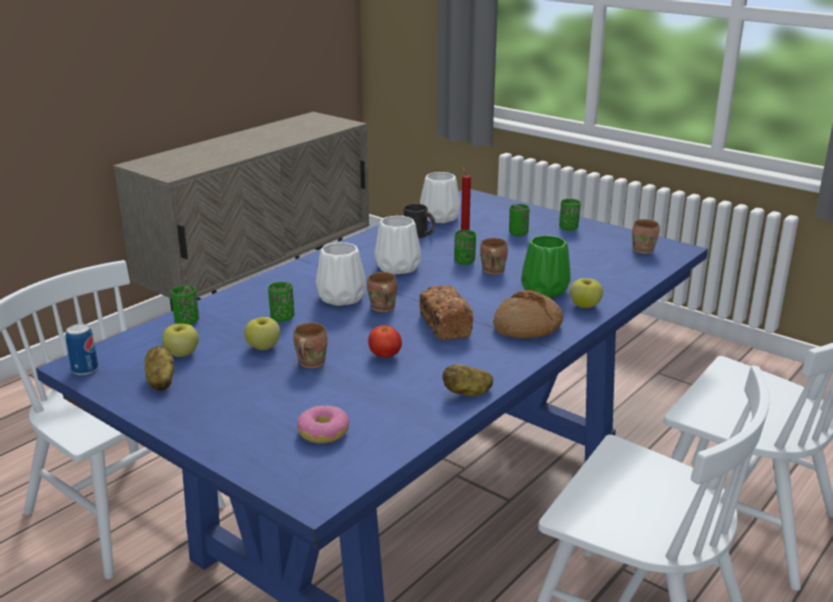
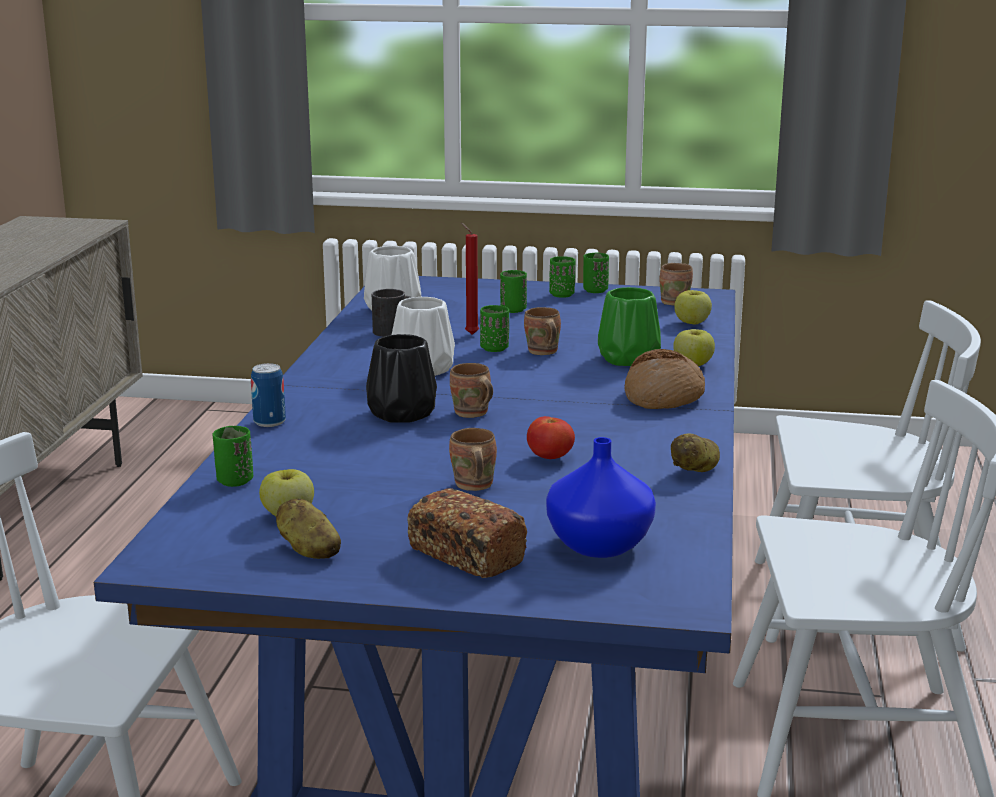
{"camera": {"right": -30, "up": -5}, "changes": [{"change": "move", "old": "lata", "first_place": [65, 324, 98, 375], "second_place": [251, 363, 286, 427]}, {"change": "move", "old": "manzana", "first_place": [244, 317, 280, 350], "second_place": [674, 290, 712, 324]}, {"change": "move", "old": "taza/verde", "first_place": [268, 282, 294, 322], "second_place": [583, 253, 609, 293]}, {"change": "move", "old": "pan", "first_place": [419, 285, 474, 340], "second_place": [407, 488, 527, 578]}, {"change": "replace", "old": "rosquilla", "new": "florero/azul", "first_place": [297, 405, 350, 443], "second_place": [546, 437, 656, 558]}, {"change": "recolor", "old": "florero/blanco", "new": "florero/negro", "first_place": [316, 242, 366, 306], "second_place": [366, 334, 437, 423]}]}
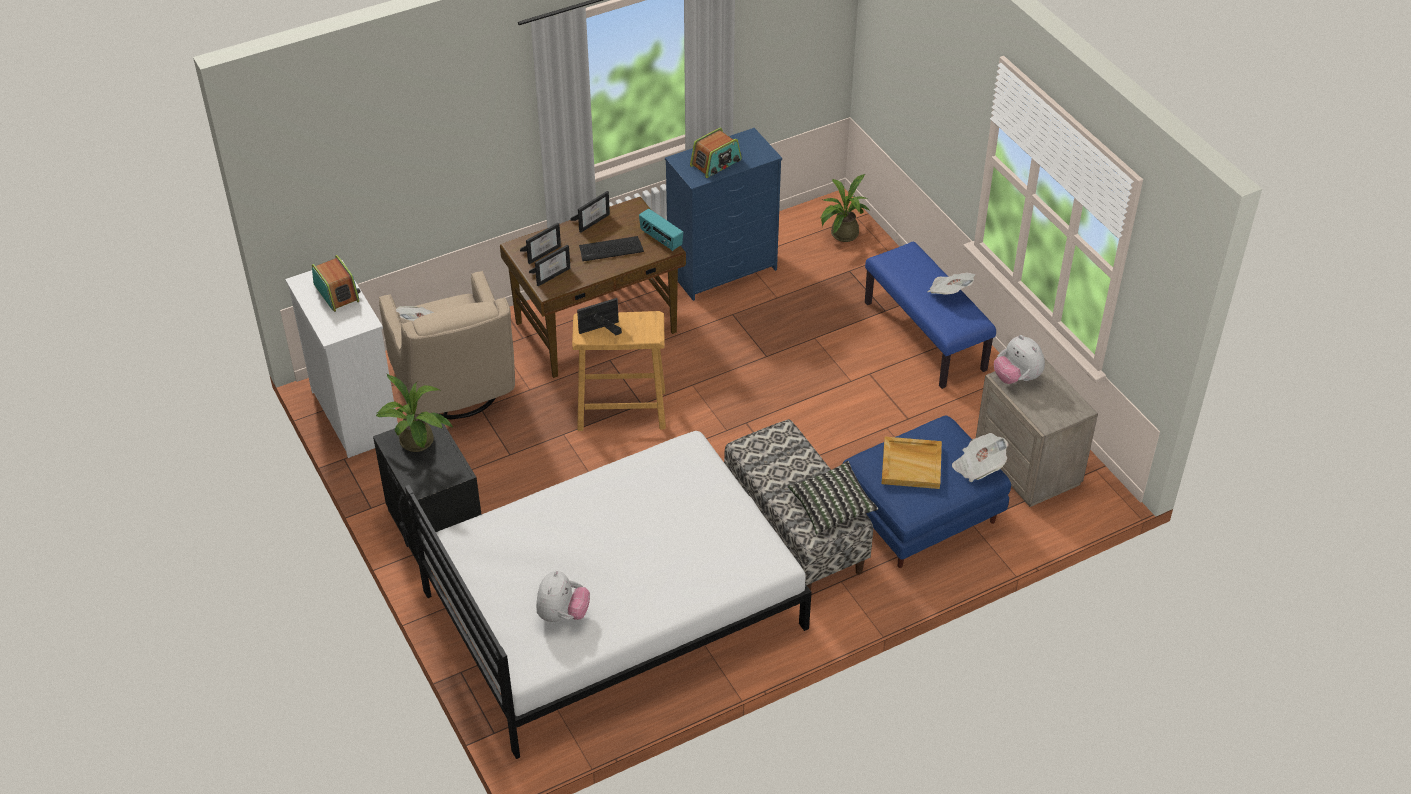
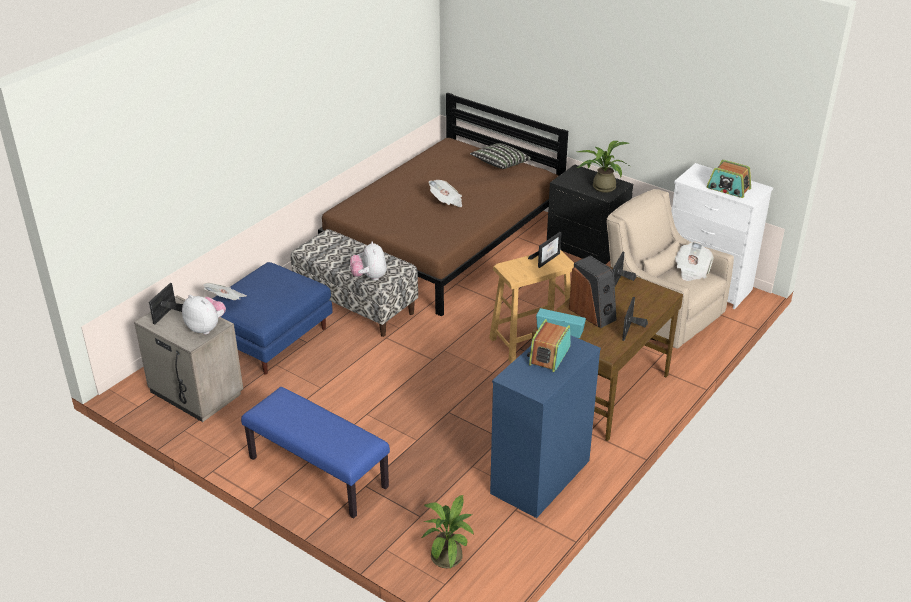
{"camera": {"right": 155, "up": -10}, "changes": [{"change": "delete", "old": "bandeja/beis", "first_place": [881, 437, 942, 489]}, {"change": "move", "old": "portarretratos", "first_place": [520, 223, 561, 264], "second_place": [149, 283, 183, 324]}, {"change": "move", "old": "peluche", "first_place": [536, 570, 590, 622], "second_place": [350, 241, 387, 281]}, {"change": "move", "old": "cojín", "first_place": [788, 461, 878, 534], "second_place": [470, 143, 531, 169]}, {"change": "move", "old": "periódico", "first_place": [927, 272, 976, 295], "second_place": [428, 180, 462, 207]}, {"change": "replace", "old": "teclado", "new": "altavoz", "first_place": [579, 236, 644, 261], "second_place": [569, 256, 617, 328]}, {"change": "recolor", "old": "cama/blanco", "new": "cama/marrón", "first_place": [405, 431, 811, 759], "second_place": [318, 93, 568, 317]}]}
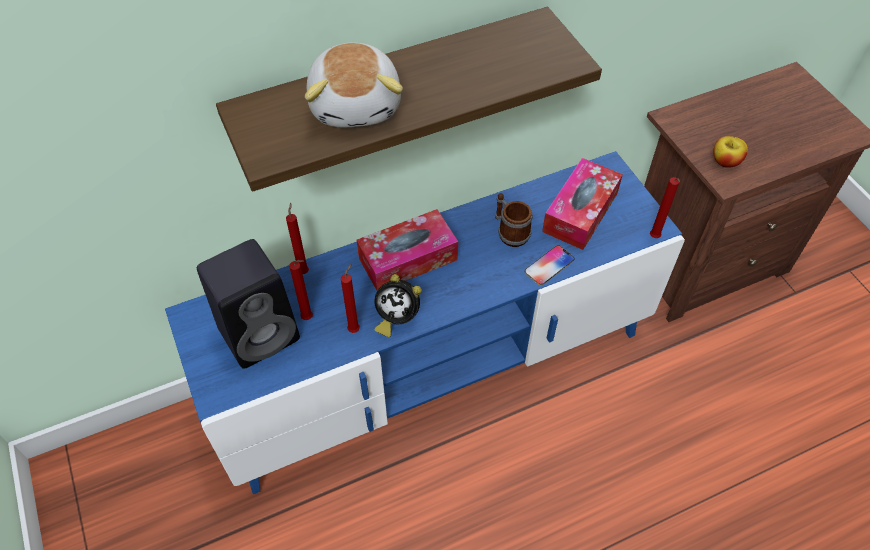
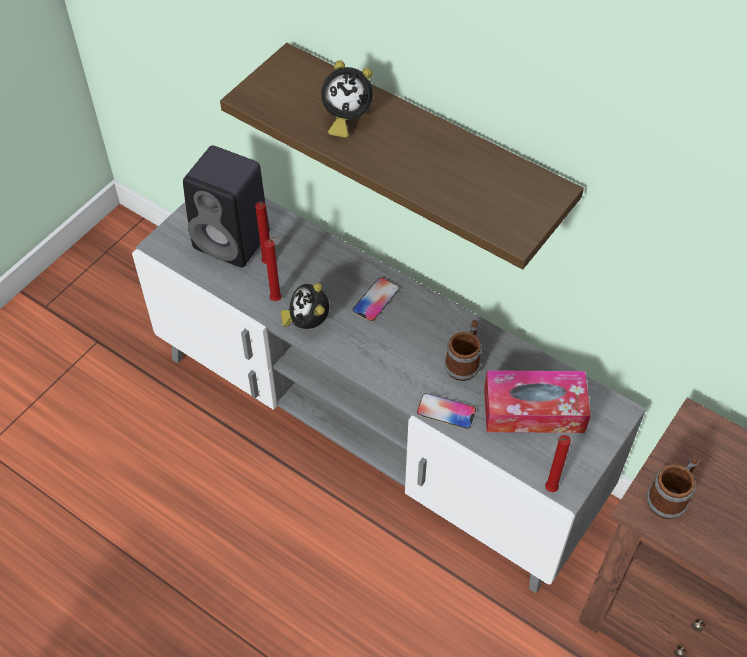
{"camera": {"right": 60, "up": 0}, "changes": [{"change": "delete", "old": "vela/rojo", "first_place": [286, 203, 309, 274]}, {"change": "replace", "old": "peluche", "new": "despertador", "first_place": [305, 43, 403, 128], "second_place": [321, 60, 373, 138]}, {"change": "replace", "old": "caja de pañuelos", "new": "móvil", "first_place": [357, 209, 458, 291], "second_place": [353, 278, 399, 322]}, {"change": "replace", "old": "manzana", "new": "taza grande", "first_place": [713, 136, 748, 168], "second_place": [647, 455, 699, 519]}, {"change": "recolor", "old": "mueble de televisión/azul", "new": "mueble de televisión/gris", "first_place": [165, 151, 685, 494], "second_place": [132, 198, 646, 593]}]}
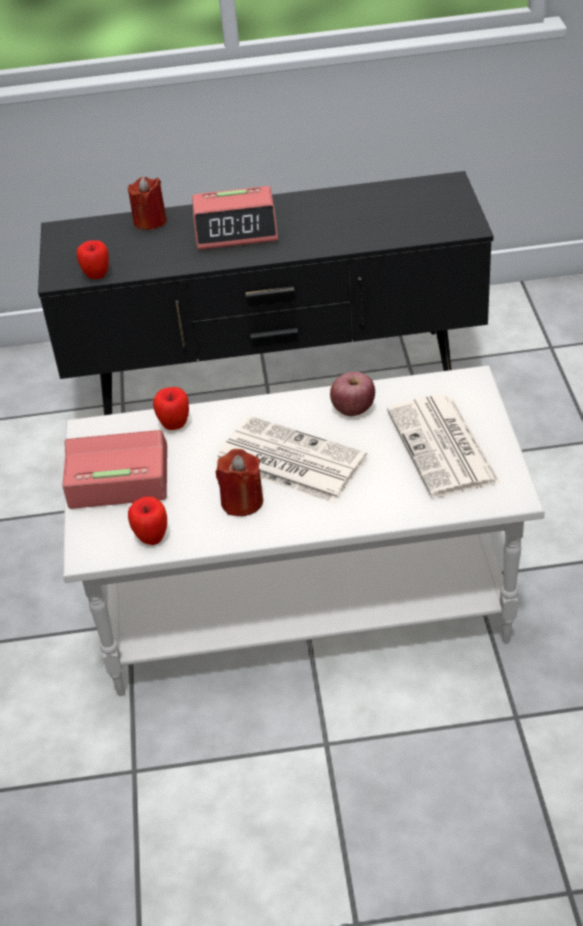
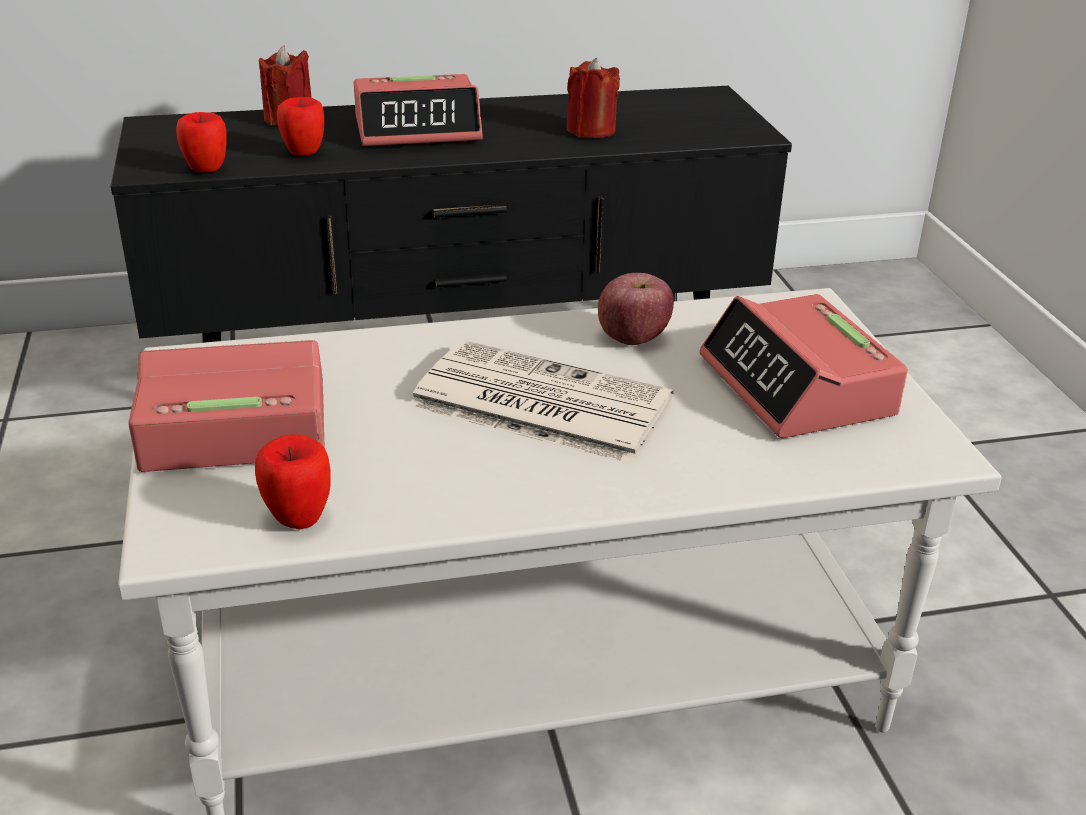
{"camera": {"right": -10, "up": -10}, "changes": [{"change": "move", "old": "manzana", "first_place": [153, 387, 189, 430], "second_place": [277, 97, 324, 156]}, {"change": "move", "old": "vela/rojo", "first_place": [216, 449, 263, 516], "second_place": [566, 58, 620, 138]}, {"change": "replace", "old": "periódico", "new": "despertador", "first_place": [387, 394, 501, 498], "second_place": [700, 294, 908, 438]}]}
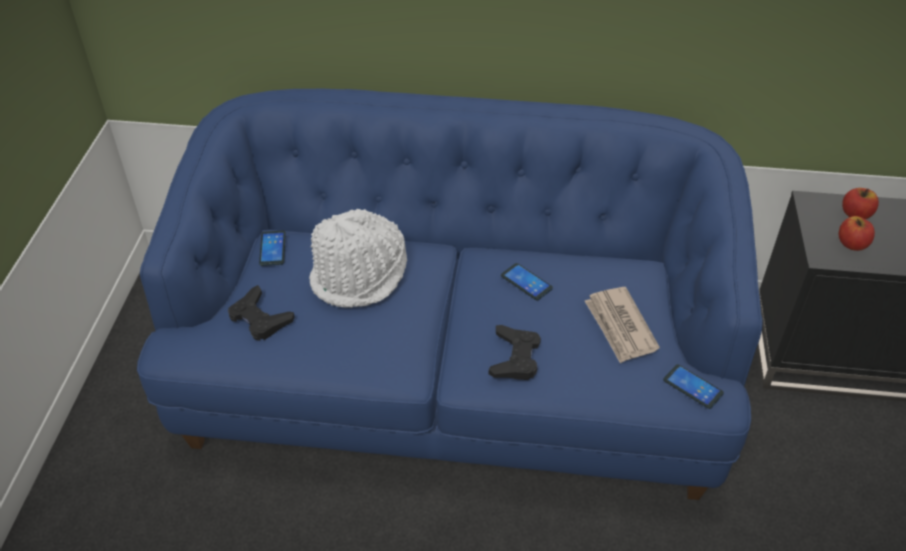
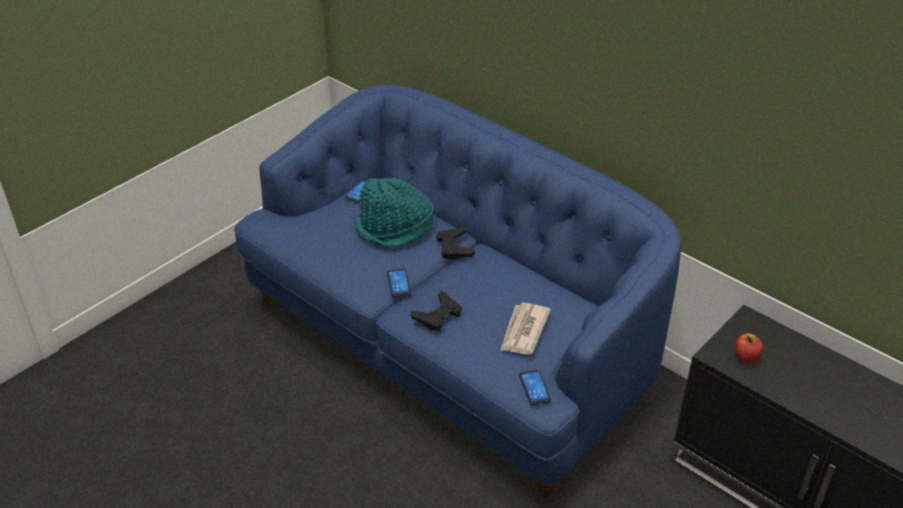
{"camera": {"right": 35, "up": -5}, "changes": [{"change": "delete", "old": "manzana", "first_place": [842, 188, 879, 219]}, {"change": "move", "old": "mando de consola/negro", "first_place": [228, 285, 295, 341], "second_place": [436, 226, 475, 260]}, {"change": "move", "old": "móvil", "first_place": [501, 263, 553, 301], "second_place": [387, 269, 411, 297]}, {"change": "recolor", "old": "sombrero/blanco", "new": "sombrero/turquesa", "first_place": [309, 209, 407, 308], "second_place": [355, 178, 434, 247]}]}
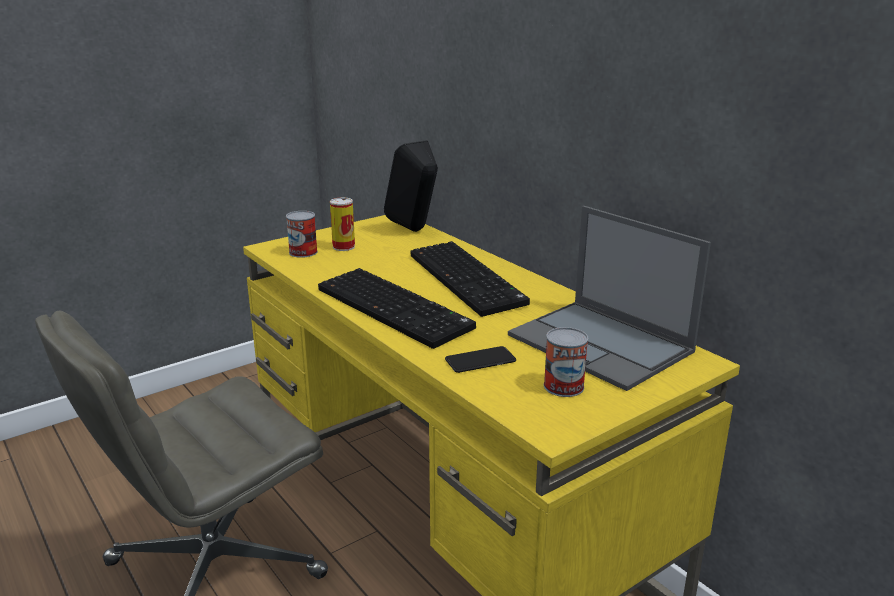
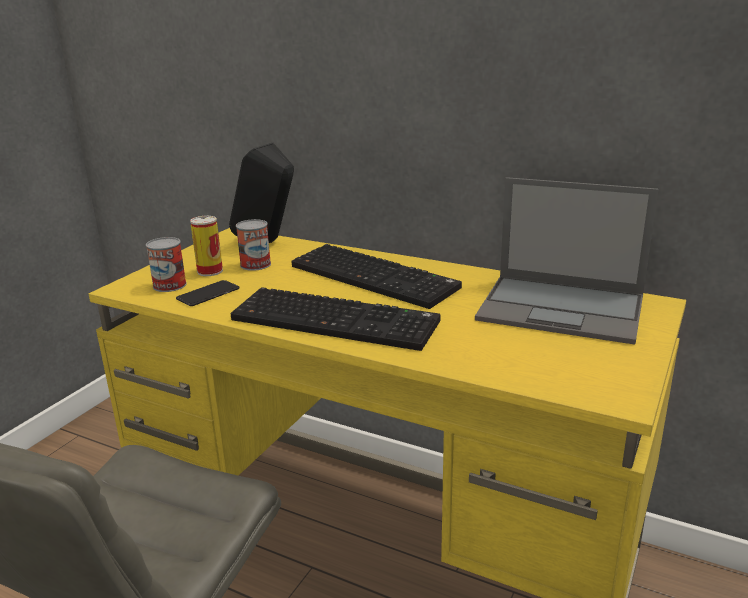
{"camera": {"right": -25, "up": 0}, "changes": [{"change": "move", "old": "móvil", "first_place": [445, 346, 516, 373], "second_place": [176, 280, 239, 306]}, {"change": "move", "old": "lata", "first_place": [544, 327, 588, 397], "second_place": [236, 219, 271, 271]}]}
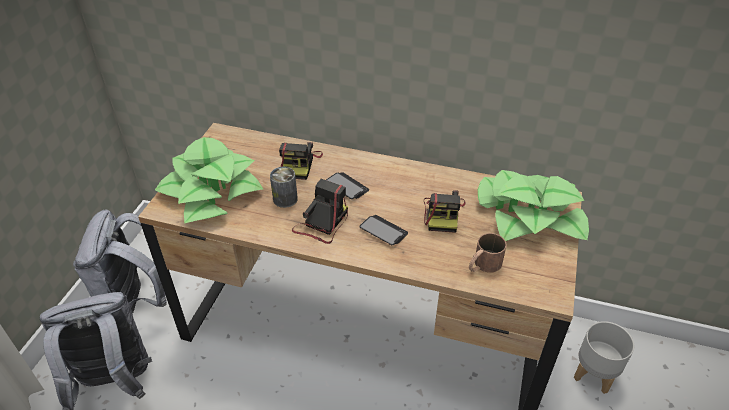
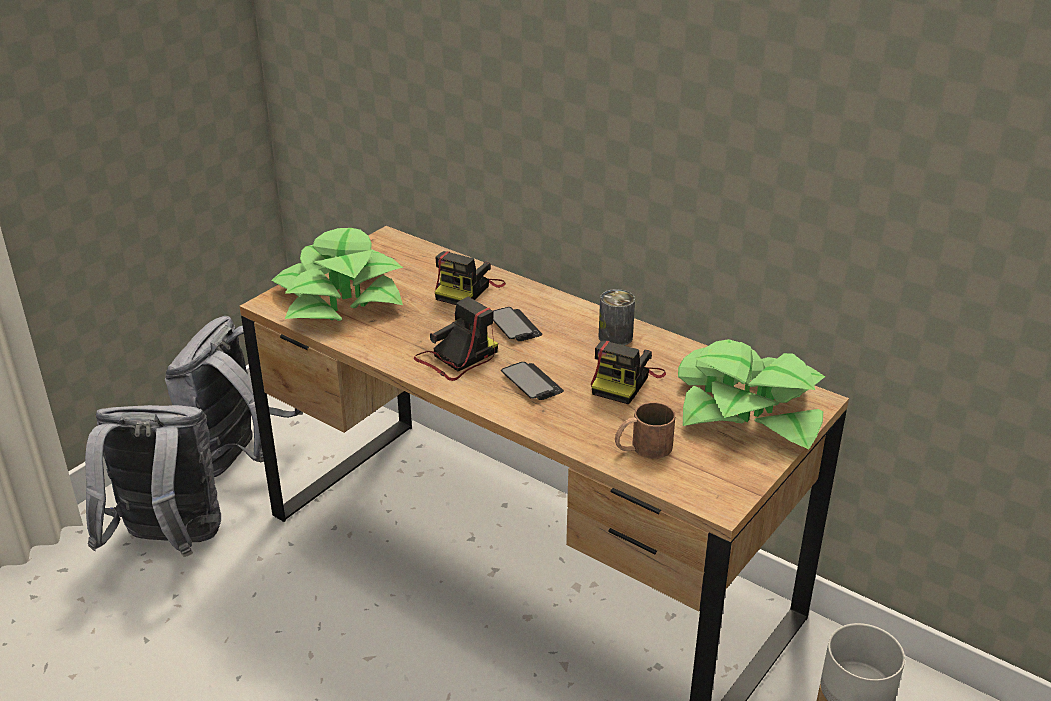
{"camera": {"right": 20, "up": -10}, "changes": [{"change": "move", "old": "lata", "first_place": [270, 167, 298, 208], "second_place": [599, 289, 635, 346]}]}
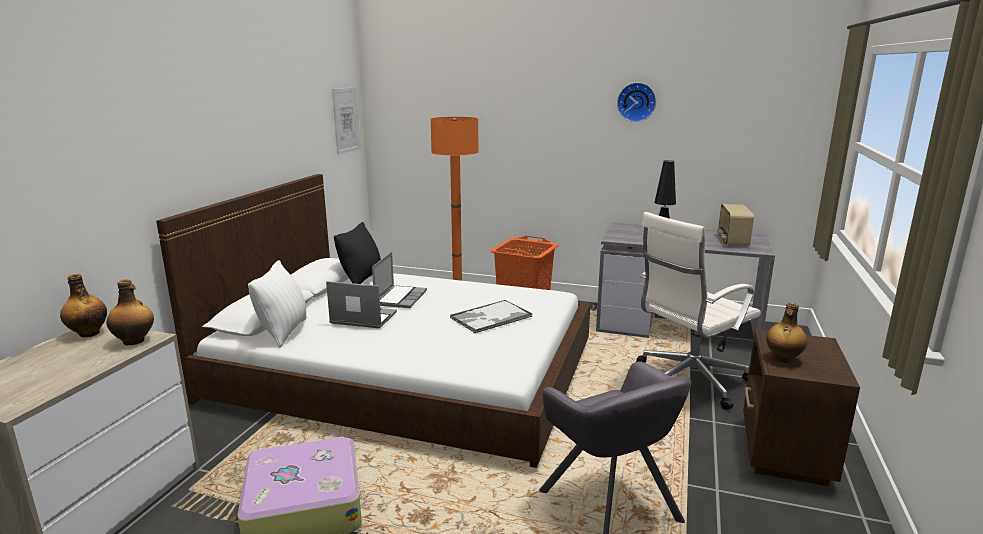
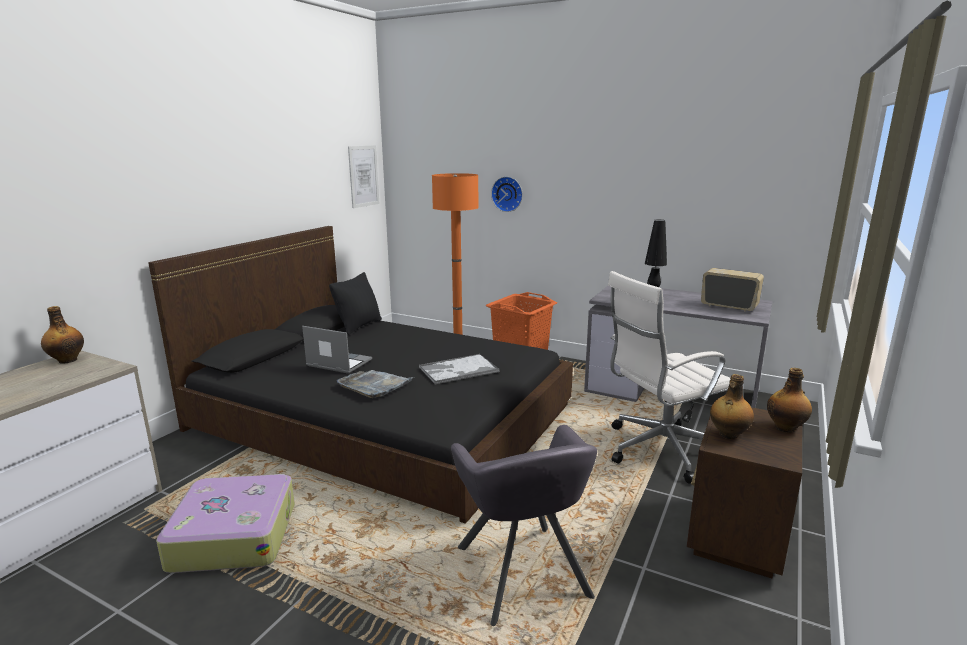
{"camera": {"right": 10, "up": 0}, "changes": [{"change": "delete", "old": "cojín/blanco", "first_place": [248, 260, 307, 348]}, {"change": "delete", "old": "portátil", "first_place": [372, 252, 427, 308]}, {"change": "insert", "new": "bandeja/gris", "second_place": [337, 370, 414, 398]}, {"change": "move", "old": "botella", "first_place": [107, 279, 154, 346], "second_place": [767, 368, 812, 433]}, {"change": "move", "old": "reloj de pared", "first_place": [617, 82, 656, 122], "second_place": [491, 177, 523, 212]}, {"change": "recolor", "old": "cama/blanco", "new": "cama/negro", "first_place": [156, 174, 590, 468], "second_place": [148, 226, 573, 524]}, {"change": "rotate", "old": "radio", "first_place": [717, 204, 754, 247], "second_place": [701, 268, 764, 312], "degrees": 105}]}
